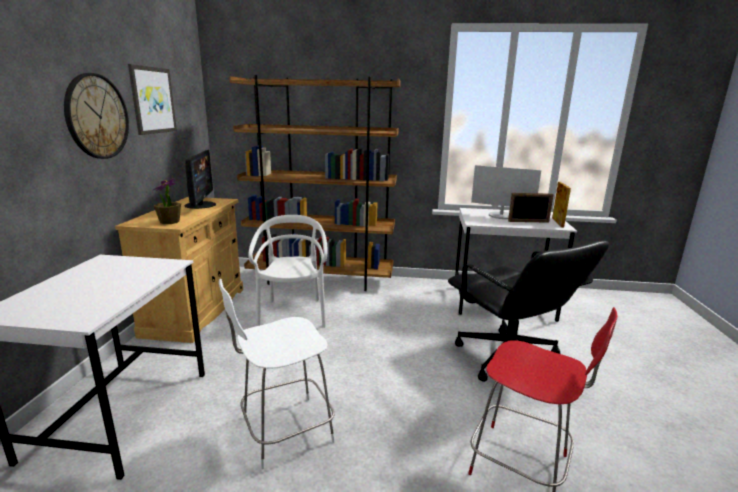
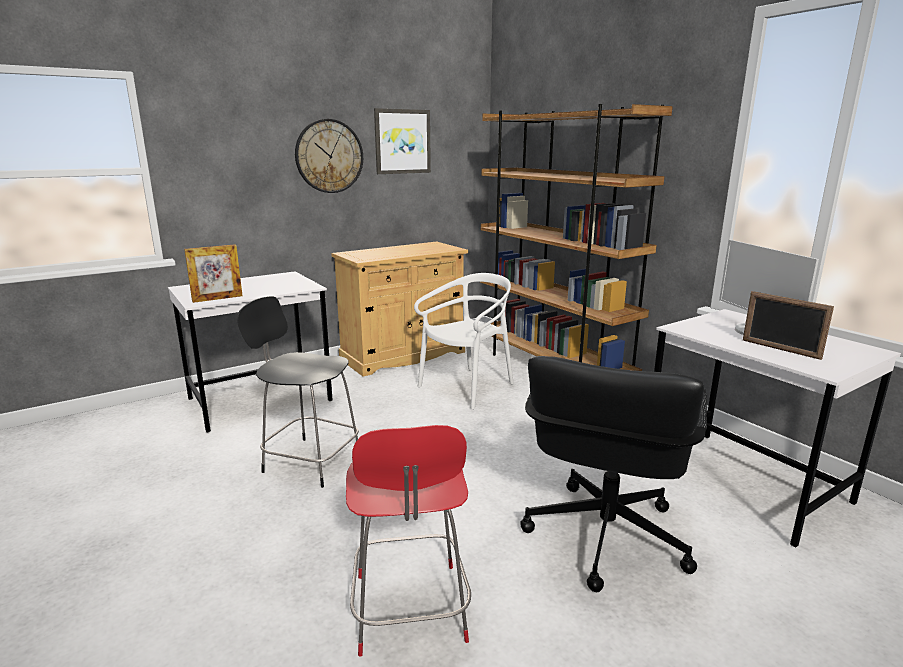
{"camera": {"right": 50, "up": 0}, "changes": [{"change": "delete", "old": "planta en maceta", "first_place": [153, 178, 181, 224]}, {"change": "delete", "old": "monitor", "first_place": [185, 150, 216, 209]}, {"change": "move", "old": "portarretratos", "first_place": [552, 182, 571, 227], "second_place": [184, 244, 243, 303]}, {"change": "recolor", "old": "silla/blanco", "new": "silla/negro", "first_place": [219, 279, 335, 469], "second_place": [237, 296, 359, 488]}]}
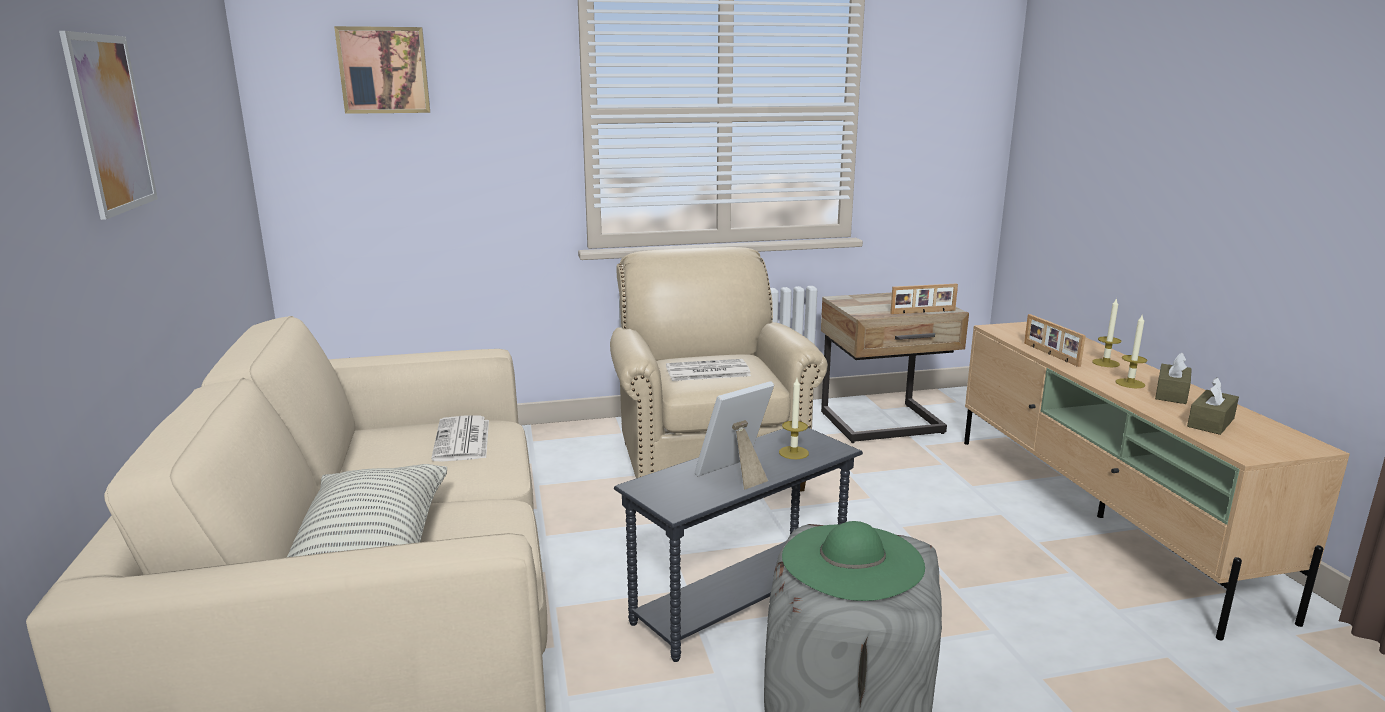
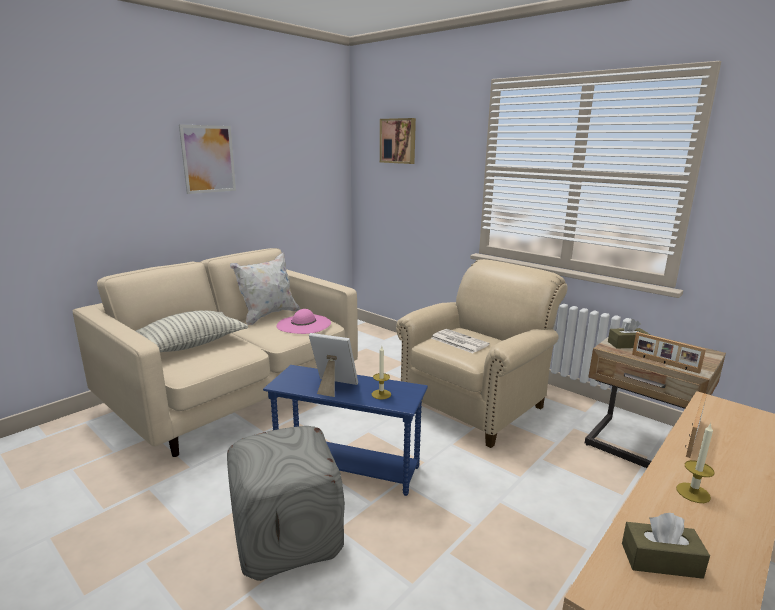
{"camera": {"right": 55, "up": 0}, "changes": [{"change": "delete", "old": "sombrero/verde", "first_place": [782, 521, 925, 601]}, {"change": "delete", "old": "vela", "first_place": [1092, 298, 1121, 367]}, {"change": "insert", "new": "cojín/blanco", "second_place": [230, 252, 300, 325]}, {"change": "move", "old": "caja de pañuelos/marrón", "first_place": [1155, 353, 1192, 404], "second_place": [608, 319, 650, 348]}, {"change": "replace", "old": "periódico", "new": "sombrero/rosa", "first_place": [431, 415, 489, 461], "second_place": [276, 309, 331, 334]}, {"change": "recolor", "old": "mesa auxiliar/gris", "new": "mesa auxiliar/azul", "first_place": [614, 428, 863, 662], "second_place": [263, 365, 428, 496]}]}
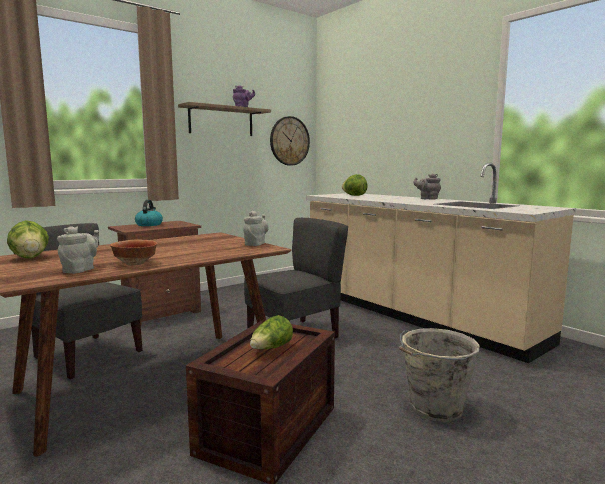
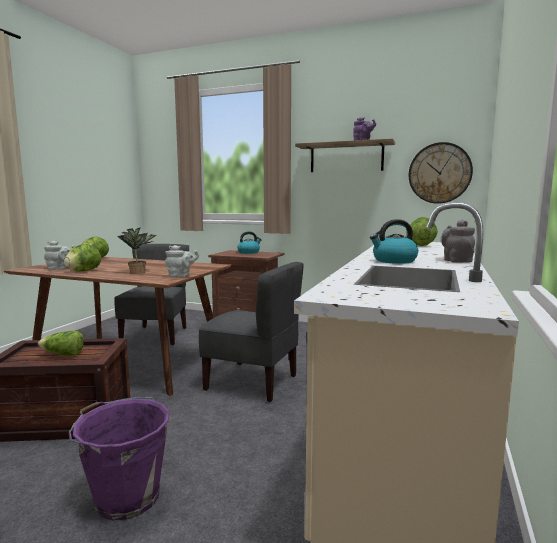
{"camera": {"right": 60, "up": 0}, "changes": [{"change": "insert", "new": "planta en maceta", "second_place": [117, 227, 157, 274]}, {"change": "insert", "new": "hervidor", "second_place": [370, 219, 418, 264]}, {"change": "replace", "old": "cuenco", "new": "lechuga", "first_place": [110, 240, 157, 265], "second_place": [64, 244, 101, 272]}, {"change": "recolor", "old": "cubo/gris", "new": "cubo/morado", "first_place": [399, 328, 480, 422], "second_place": [69, 397, 169, 520]}]}
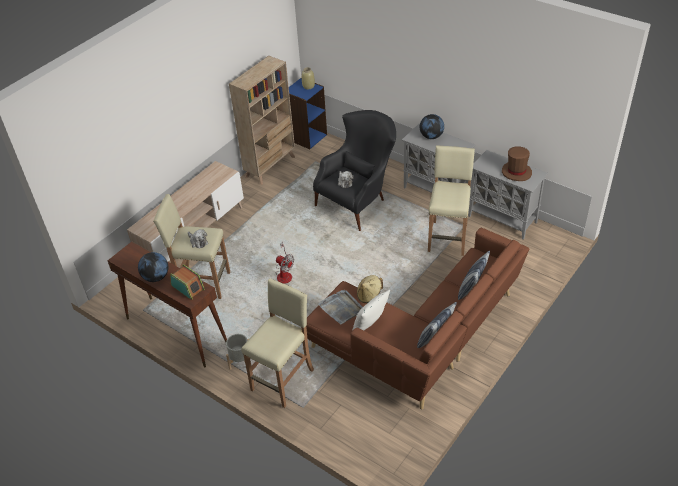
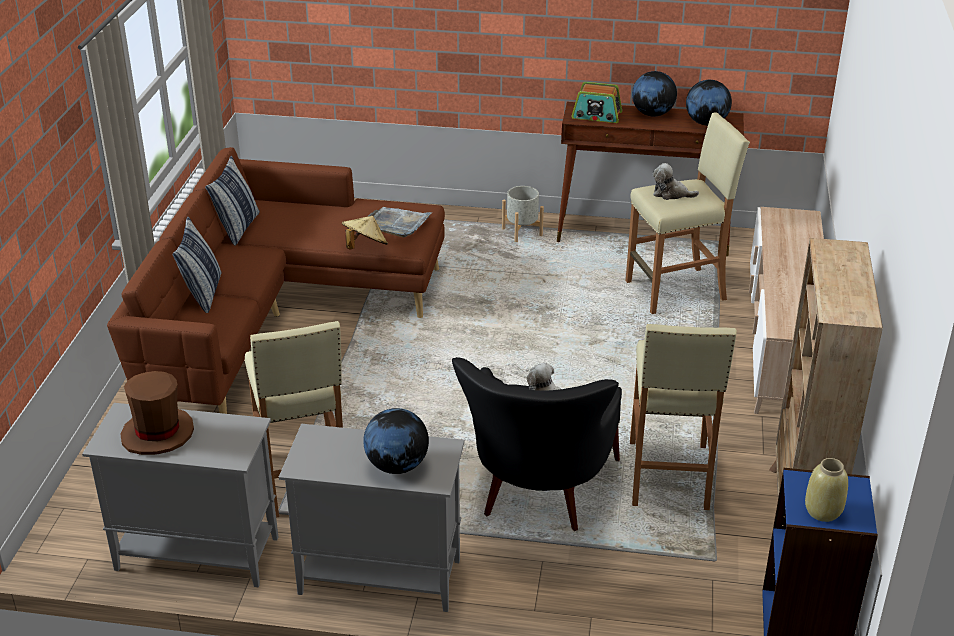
{"camera": {"right": 150, "up": -10}, "changes": [{"change": "delete", "old": "ventilador", "first_place": [275, 241, 294, 284]}, {"change": "delete", "old": "cojín/blanco", "first_place": [352, 290, 390, 331]}, {"change": "insert", "new": "globo terráqueo", "second_place": [686, 80, 732, 126]}, {"change": "move", "old": "taburete/beis", "first_place": [241, 278, 314, 408], "second_place": [630, 324, 737, 510]}]}
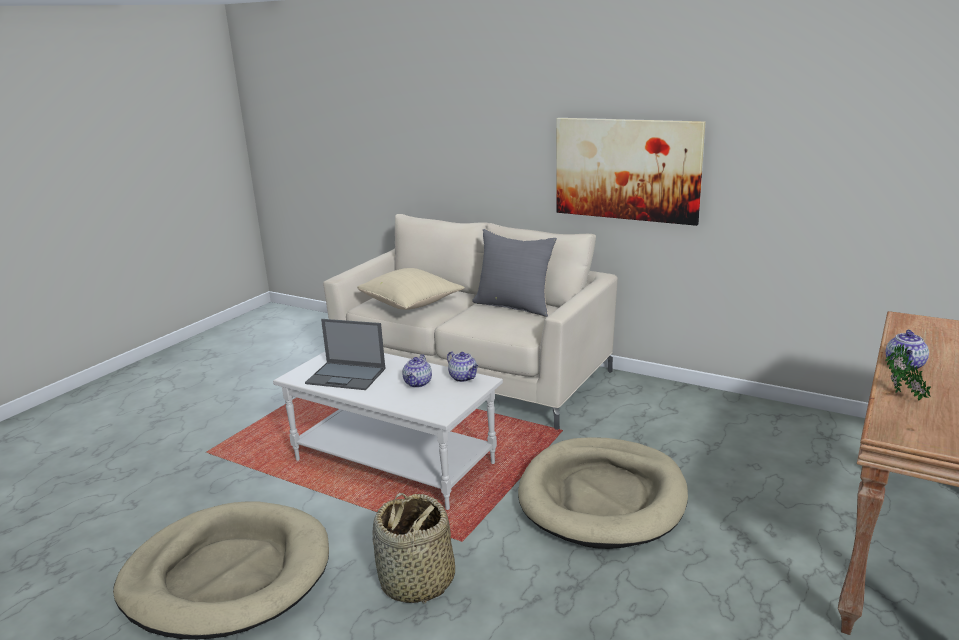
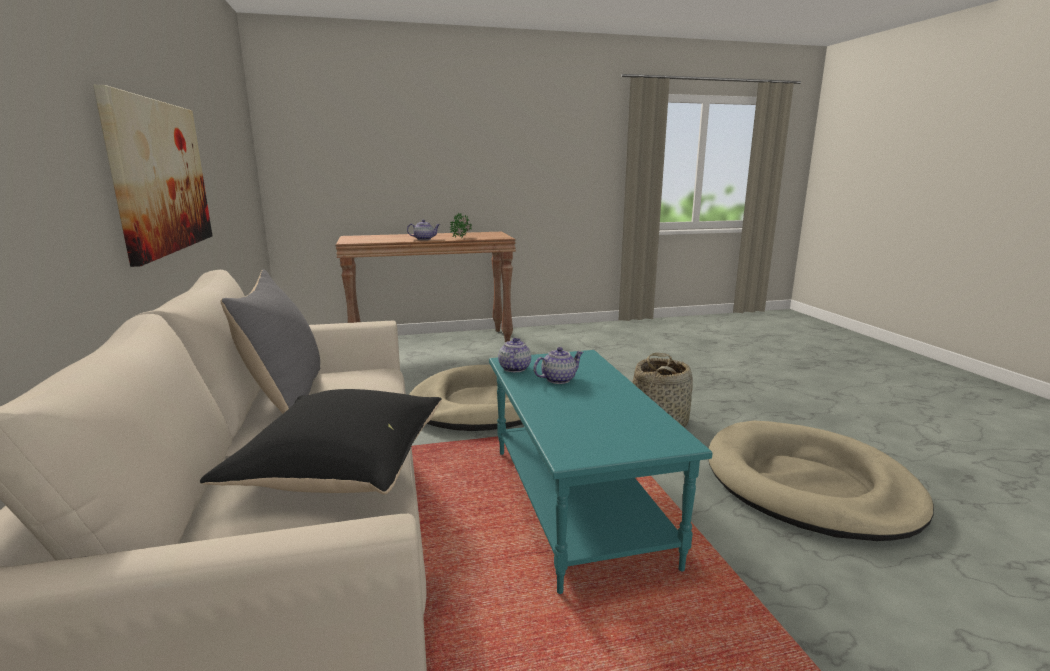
{"camera": {"right": -135, "up": -5}, "changes": [{"change": "delete", "old": "portátil", "first_place": [305, 319, 386, 390]}, {"change": "recolor", "old": "mesa de centro/blanco", "new": "mesa de centro/turquesa", "first_place": [273, 352, 503, 510], "second_place": [489, 350, 713, 594]}, {"change": "recolor", "old": "cojín/beis", "new": "cojín/negro", "first_place": [358, 268, 465, 310], "second_place": [200, 389, 442, 495]}]}
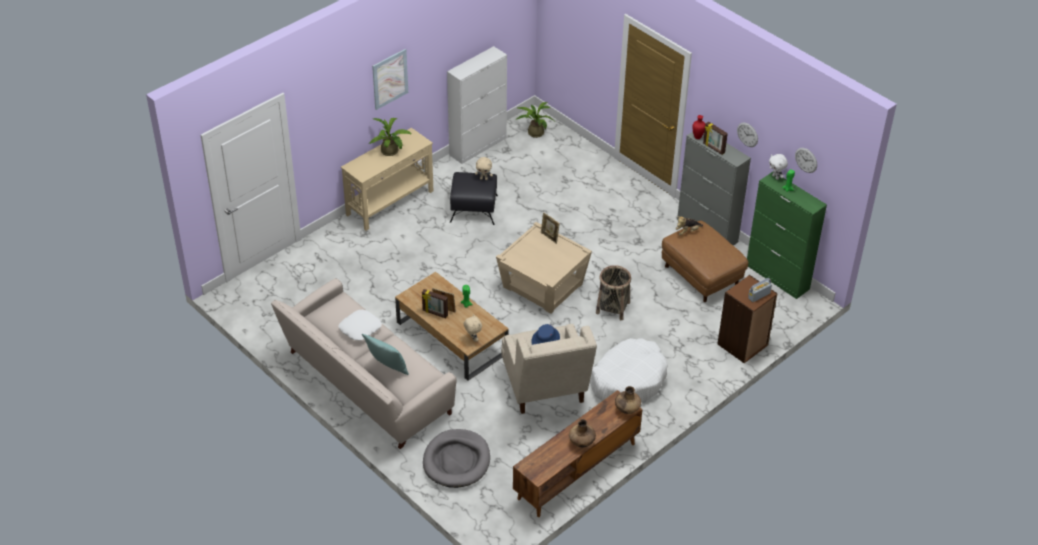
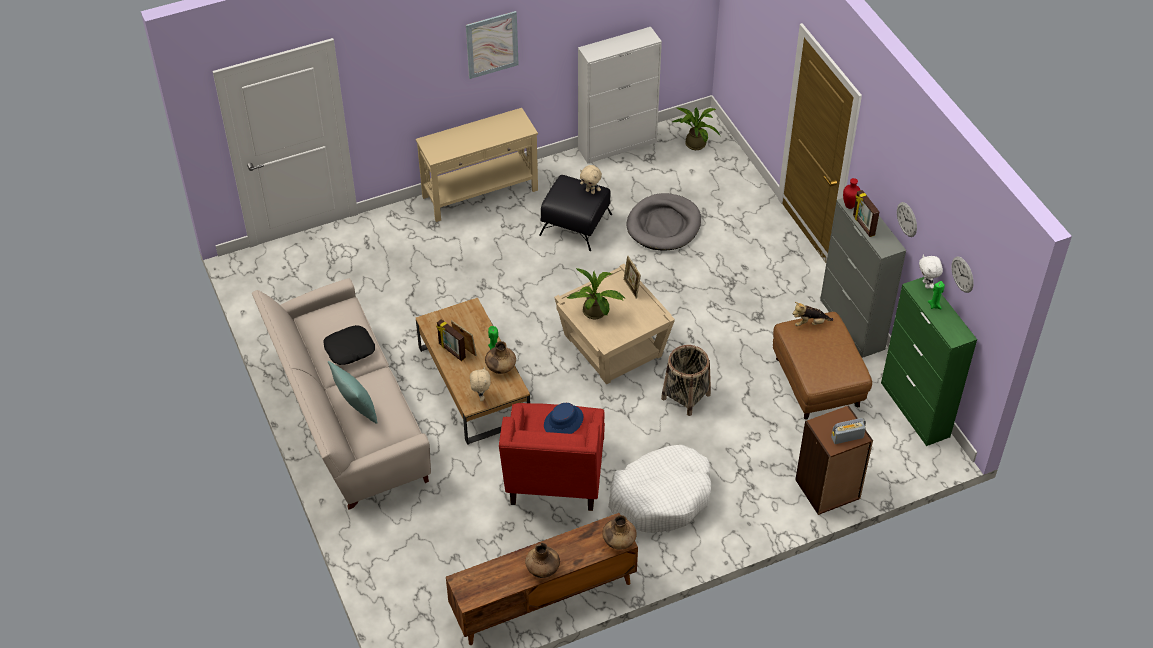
{"camera": {"right": 20, "up": 5}, "changes": [{"change": "insert", "new": "florero/marrón", "second_place": [485, 341, 516, 374]}, {"change": "move", "old": "planta en maceta", "first_place": [369, 118, 412, 156], "second_place": [567, 268, 625, 319]}, {"change": "move", "old": "cama para perro/gris", "first_place": [423, 429, 490, 488], "second_place": [626, 193, 701, 251]}, {"change": "recolor", "old": "cojín/blanco", "new": "cojín/negro", "first_place": [339, 310, 382, 341], "second_place": [323, 325, 375, 365]}, {"change": "recolor", "old": "sillón/beis", "new": "sillón/rojo", "first_place": [501, 324, 597, 414], "second_place": [499, 403, 605, 511]}]}
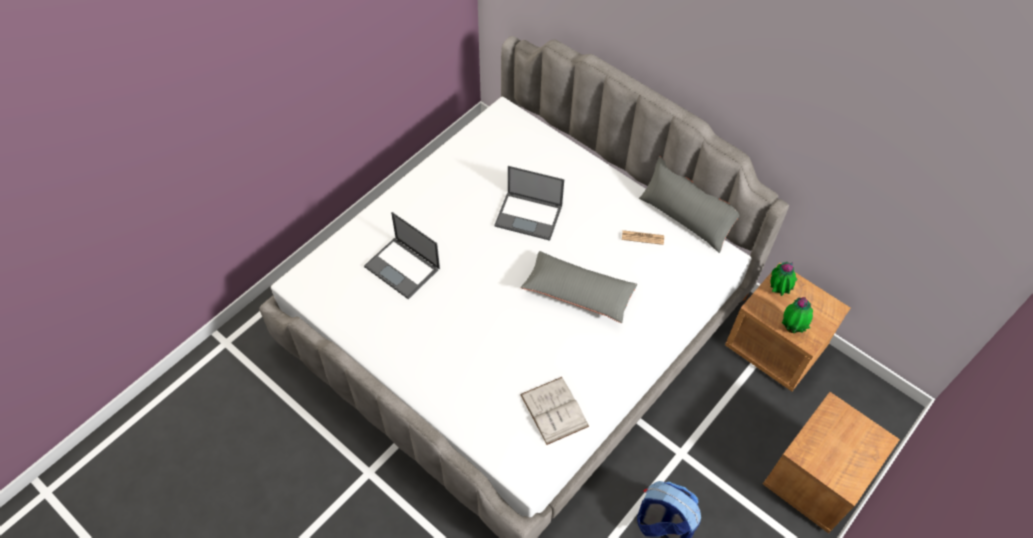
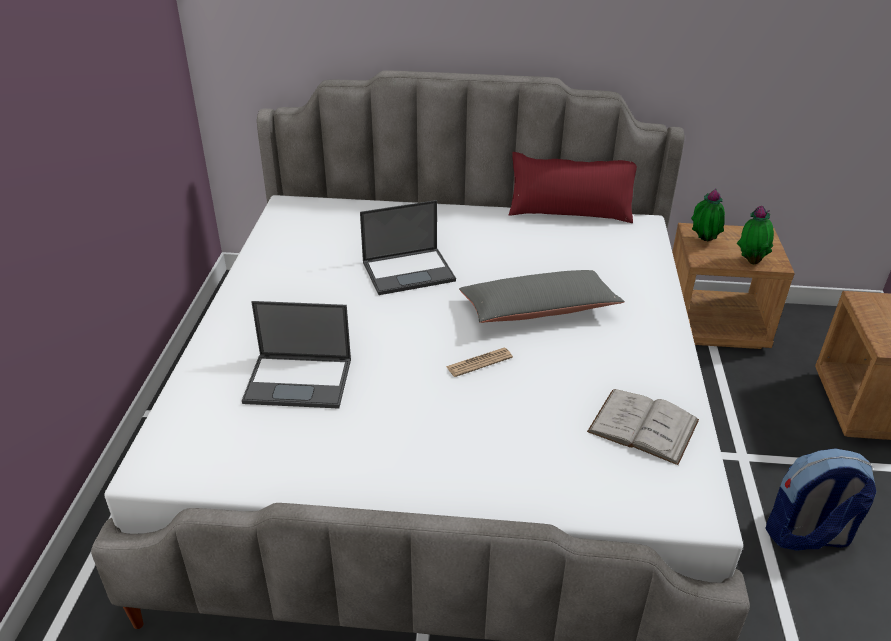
{"camera": {"right": -35, "up": -20}, "changes": [{"change": "move", "old": "periódico", "first_place": [622, 230, 664, 245], "second_place": [446, 348, 513, 377]}, {"change": "recolor", "old": "cojín/gris", "new": "cojín/rojo", "first_place": [639, 156, 739, 253], "second_place": [509, 152, 637, 223]}]}
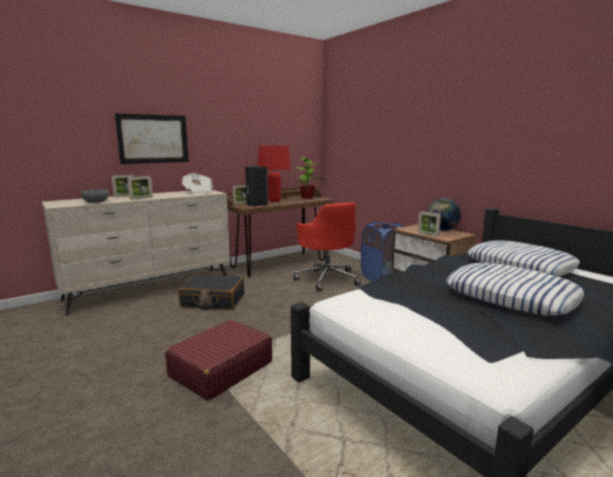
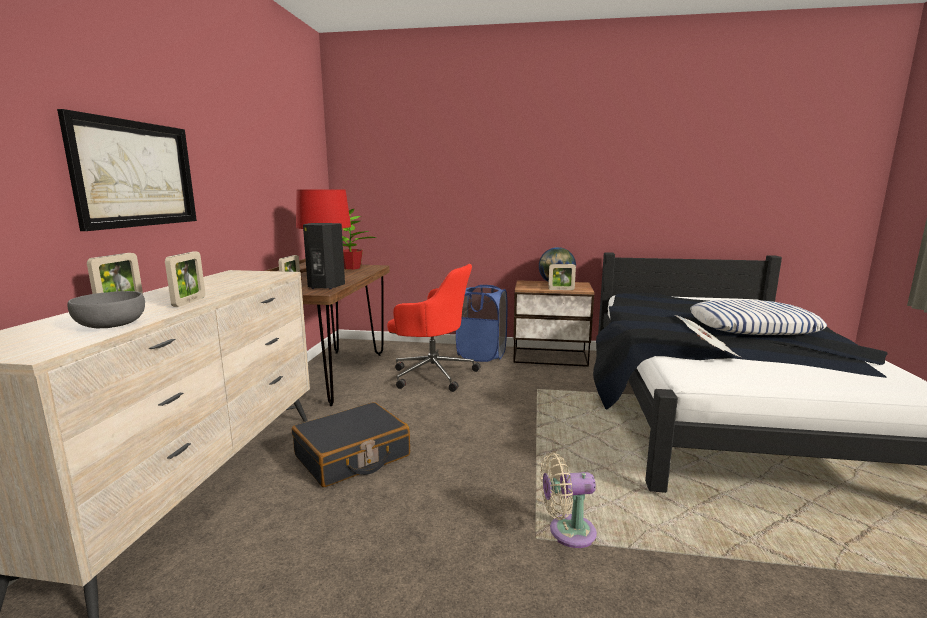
{"camera": {"right": -45, "up": 0}, "changes": [{"change": "delete", "old": "cojín", "first_place": [467, 241, 580, 277]}, {"change": "move", "old": "periódico", "first_place": [182, 173, 213, 194], "second_place": [675, 315, 740, 357]}, {"change": "replace", "old": "maleta/rojo", "new": "ventilador/beis", "first_place": [165, 320, 272, 401], "second_place": [540, 453, 597, 548]}]}
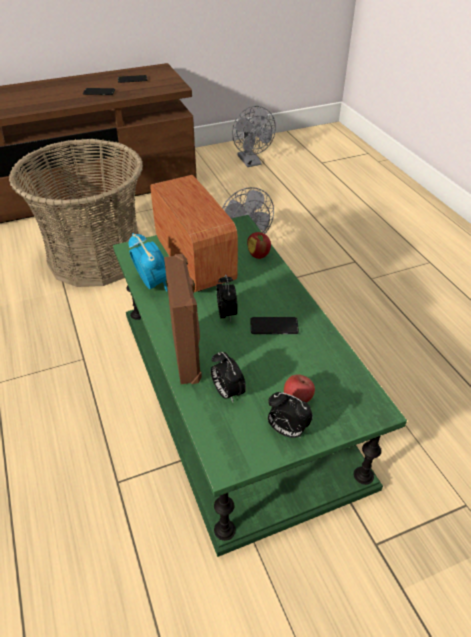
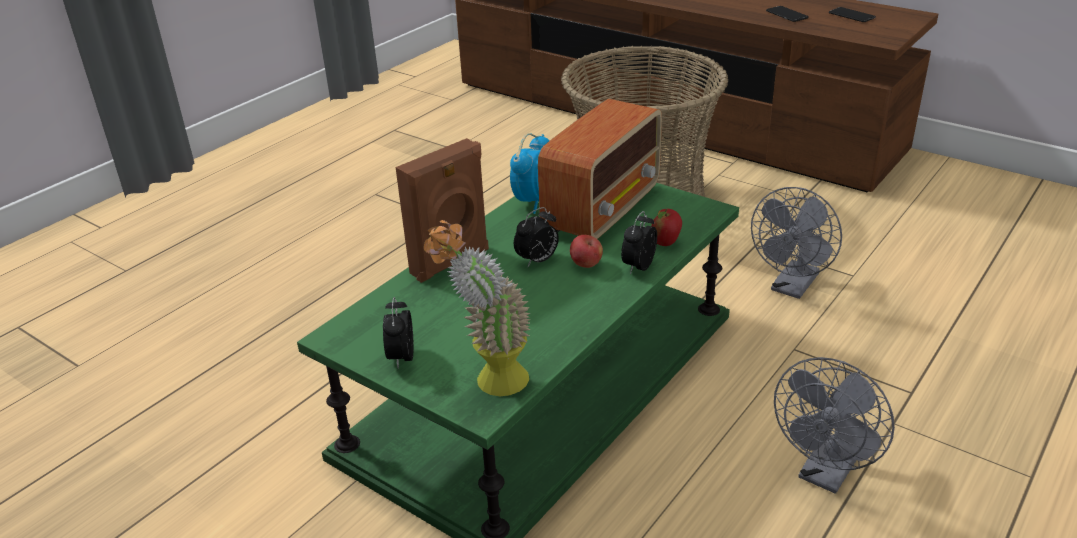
{"camera": {"right": 60, "up": -10}, "changes": [{"change": "delete", "old": "móvil", "first_place": [250, 317, 299, 334]}, {"change": "insert", "new": "planta en maceta", "second_place": [424, 220, 531, 396]}, {"change": "move", "old": "despertador", "first_place": [211, 351, 246, 403], "second_place": [621, 211, 657, 274]}, {"change": "move", "old": "ventilador/gris", "first_place": [232, 106, 276, 167], "second_place": [774, 357, 895, 494]}, {"change": "move", "old": "manzana", "first_place": [284, 374, 315, 403], "second_place": [570, 235, 603, 268]}]}
